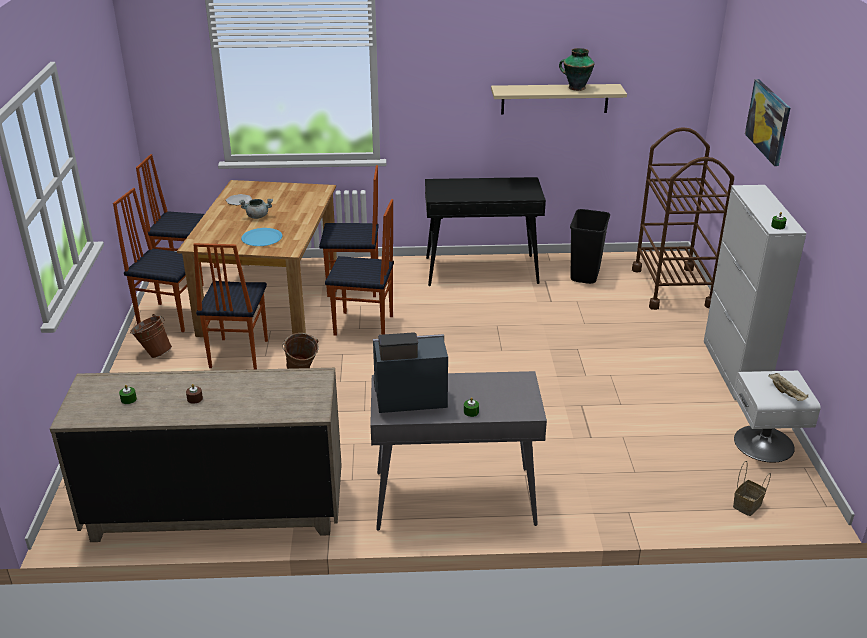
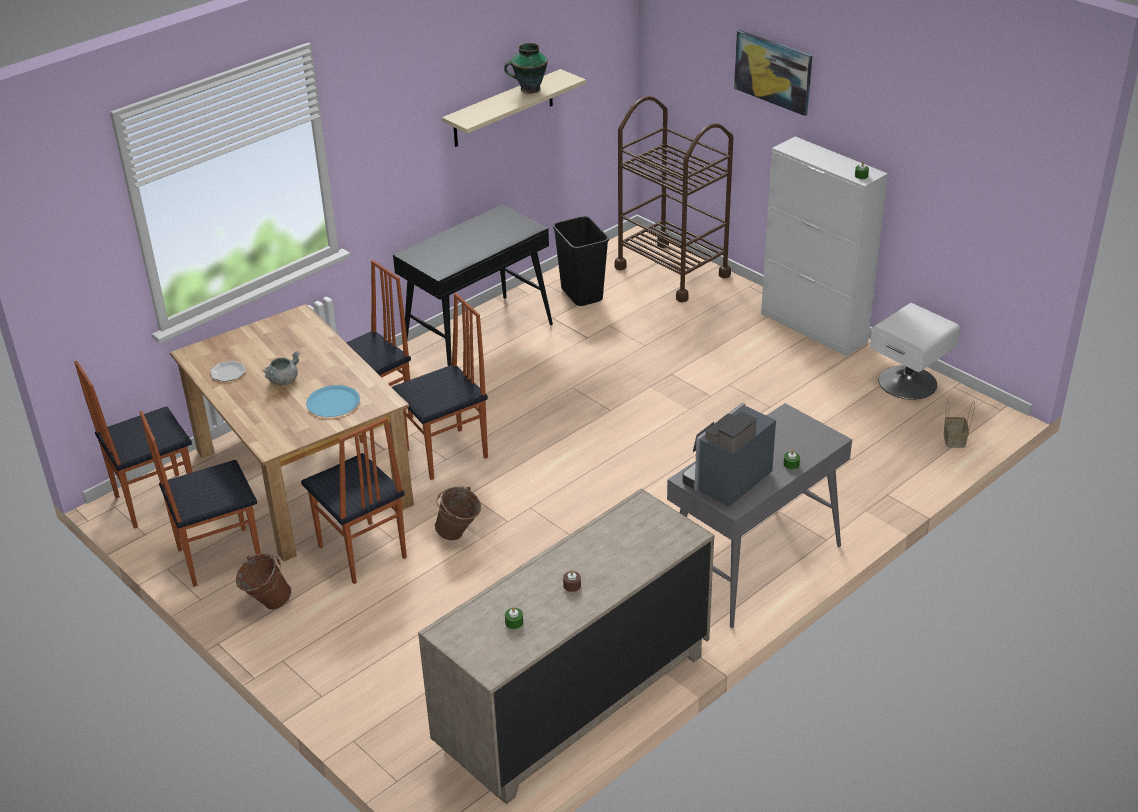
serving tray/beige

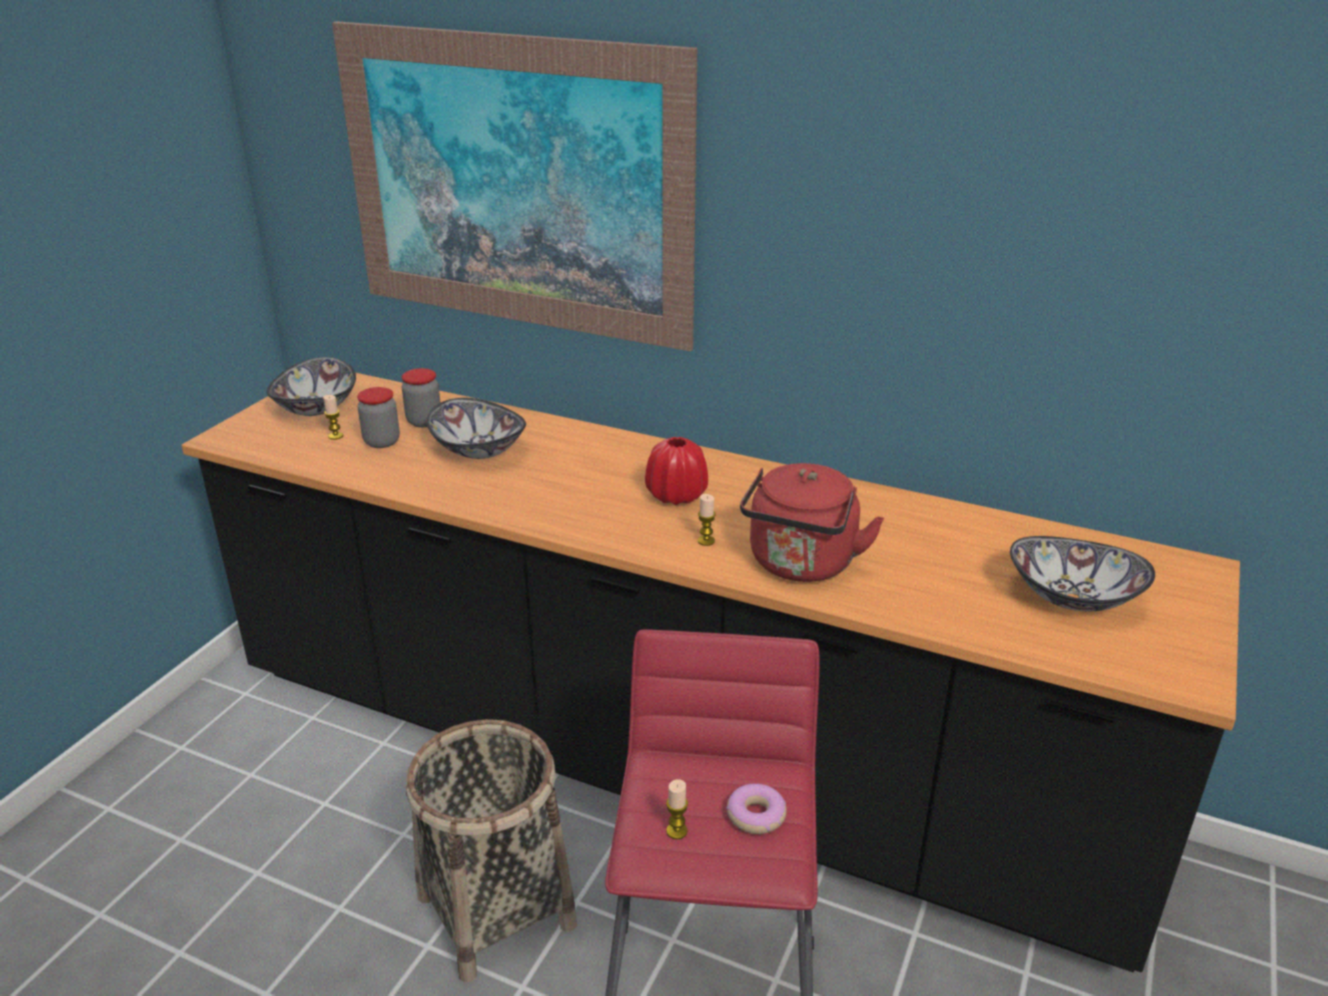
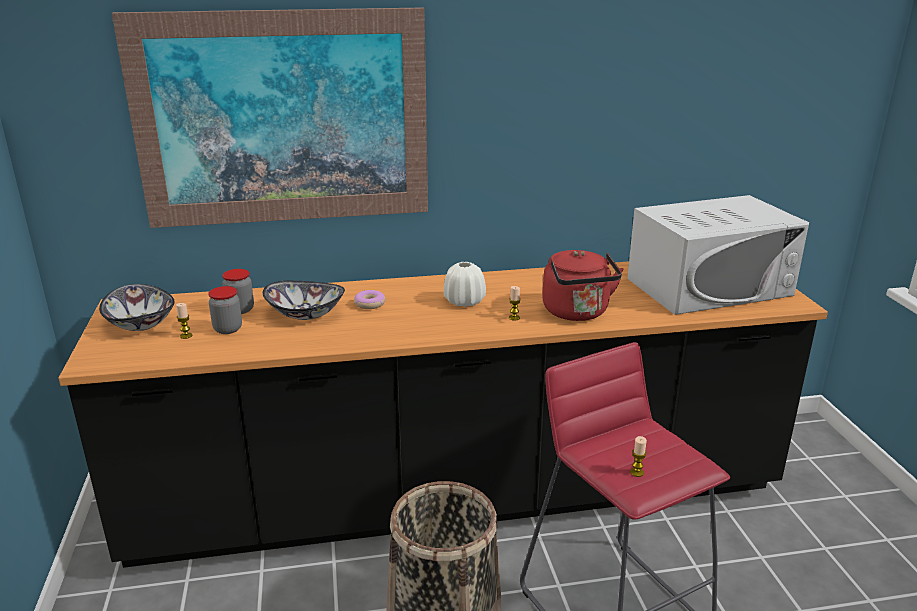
flower vase/white-coloured
microwave/white-coloured
doughnut

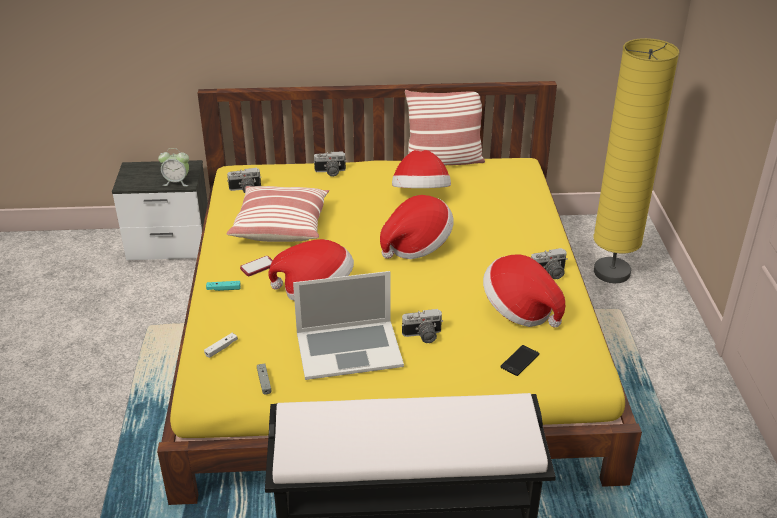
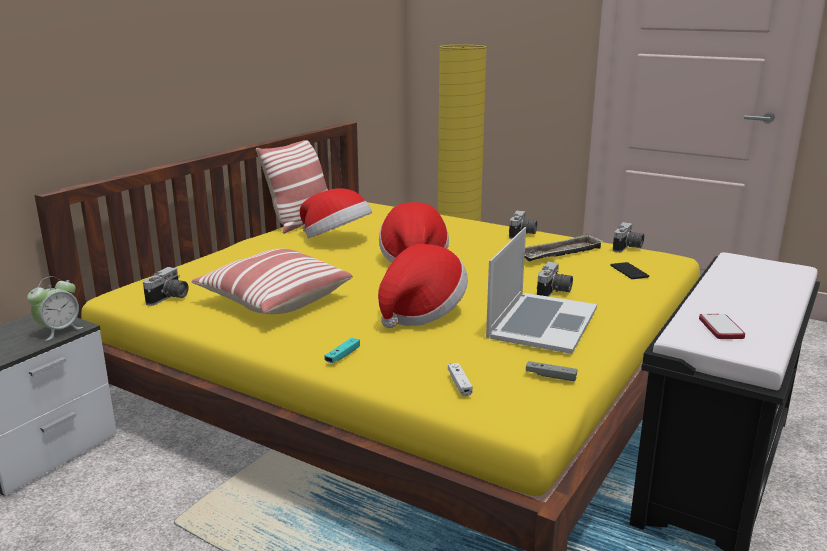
photo camera (4th from left)
serving tray
telephone (2nd from left)

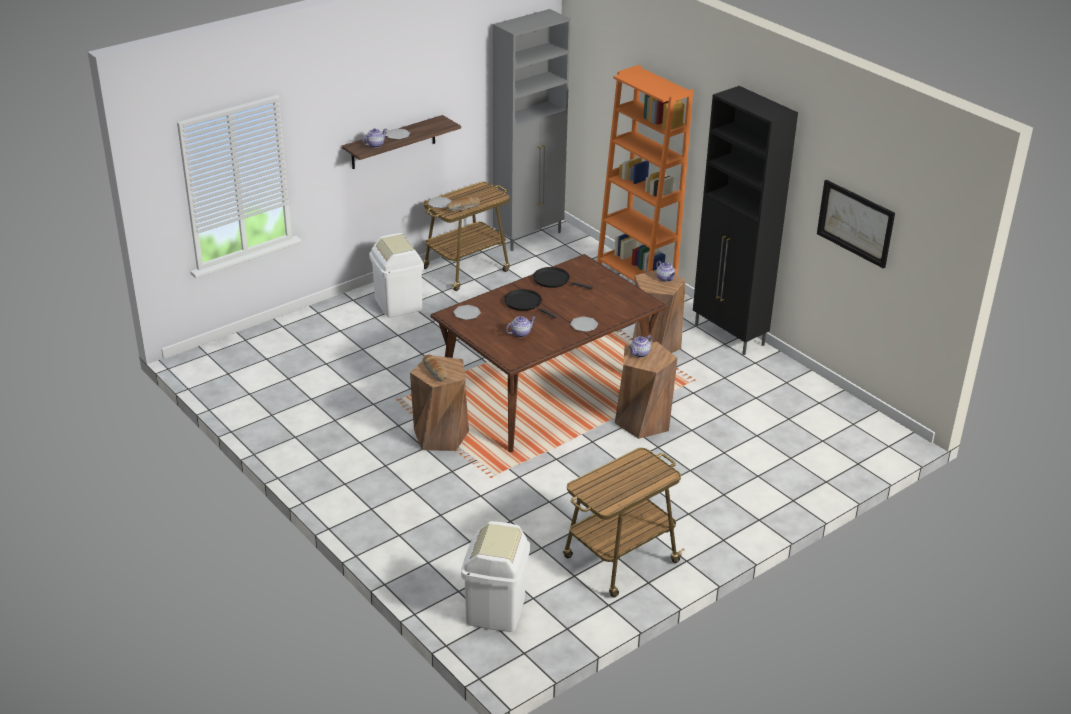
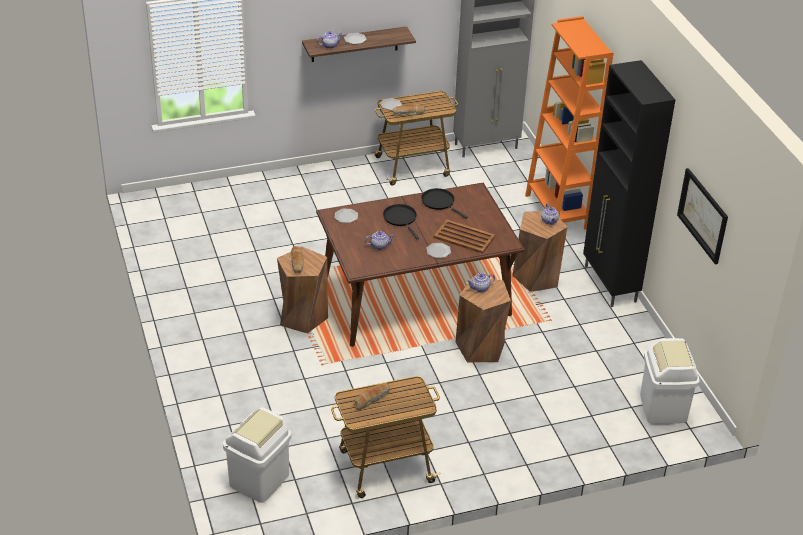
trash can/white-coloured (2nd from left)
serving tray/brown
bakery bread (2nd from left)

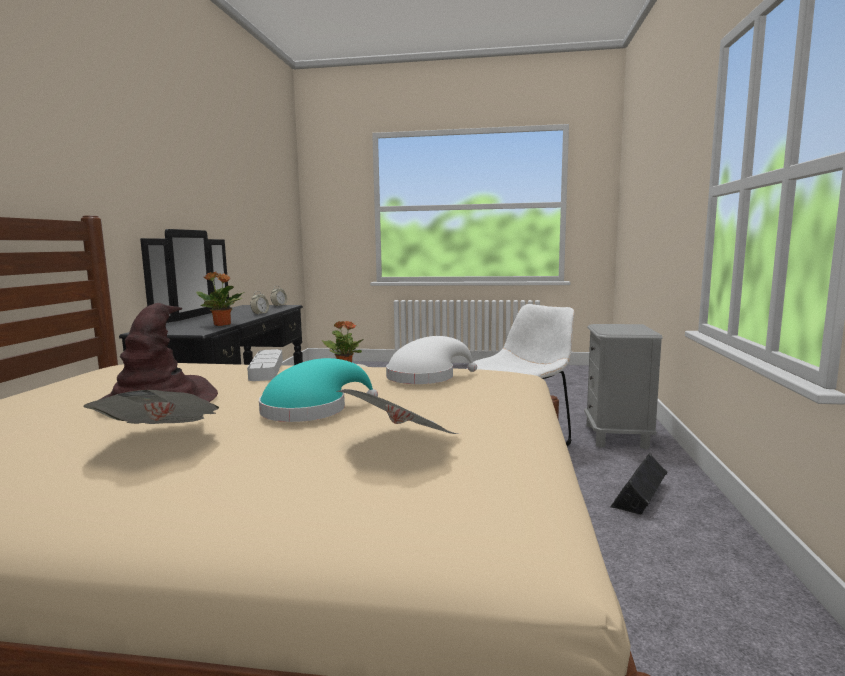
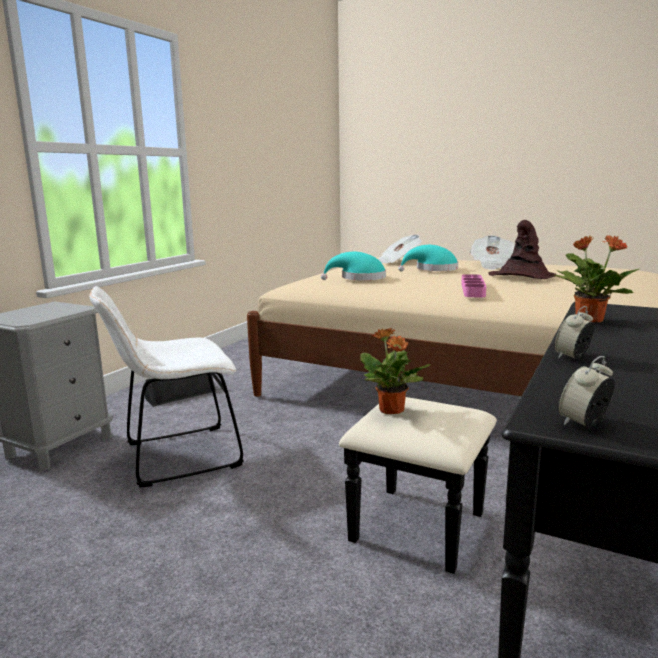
clothing hat/turquoise-coloured (1st from left)
serving tray/pinkish

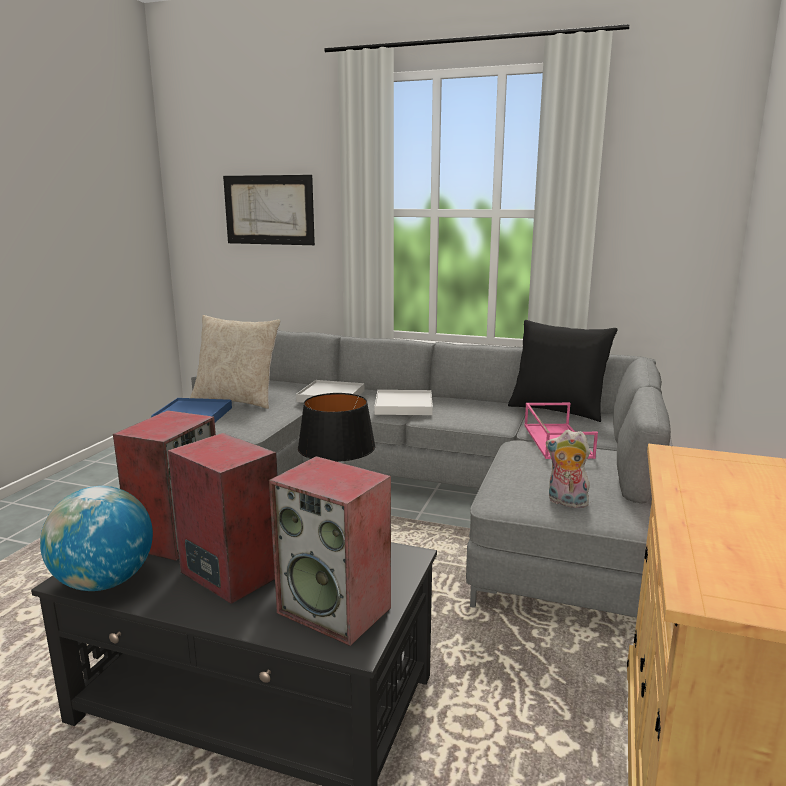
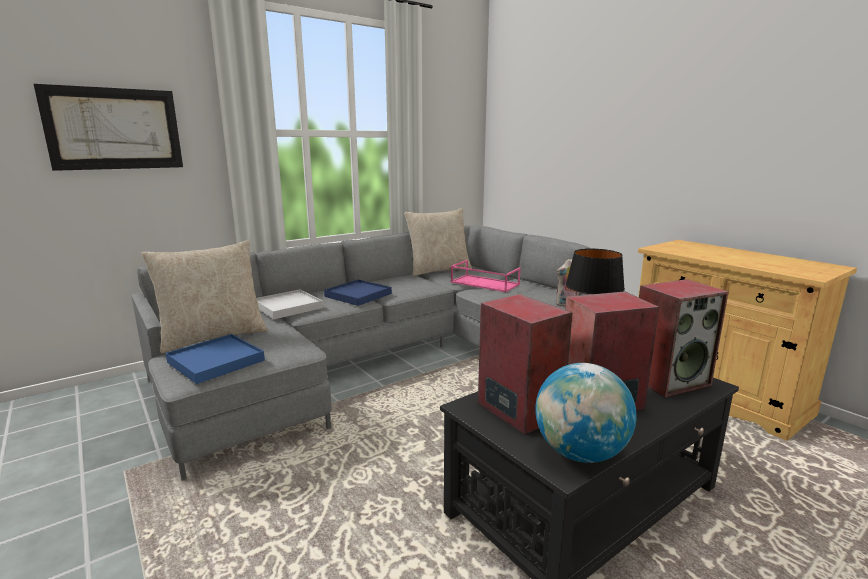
cushion/beige (2nd from left)
serving tray/bluish (2nd from left)

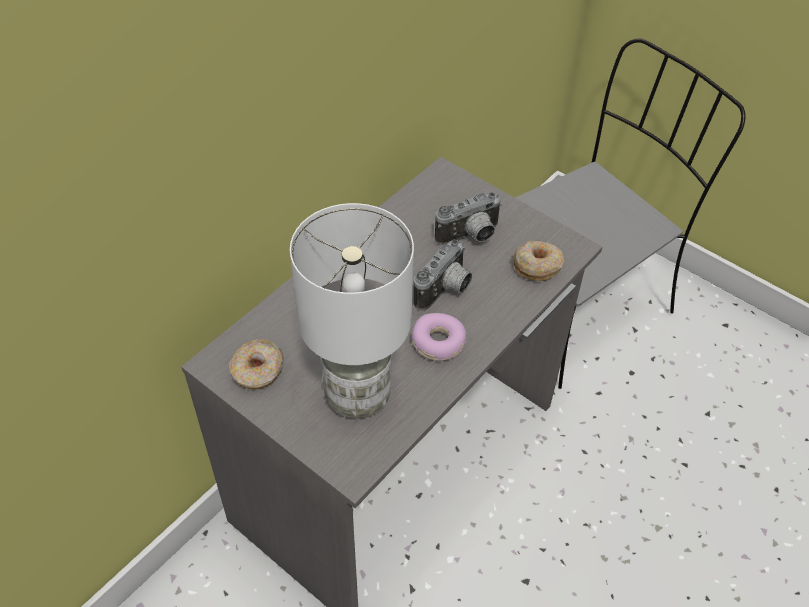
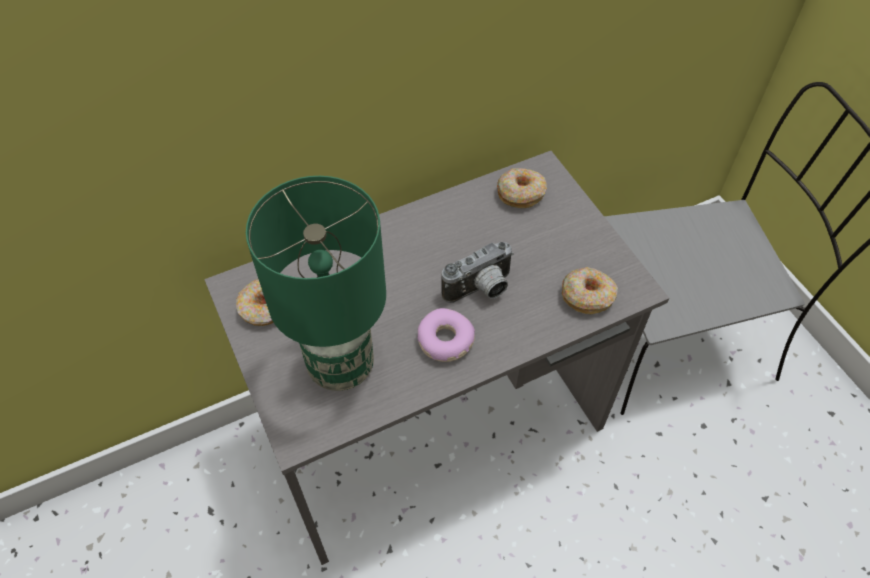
photo camera (2nd from left in the first image)
table lamp/greenish
doughnut (3rd from left)

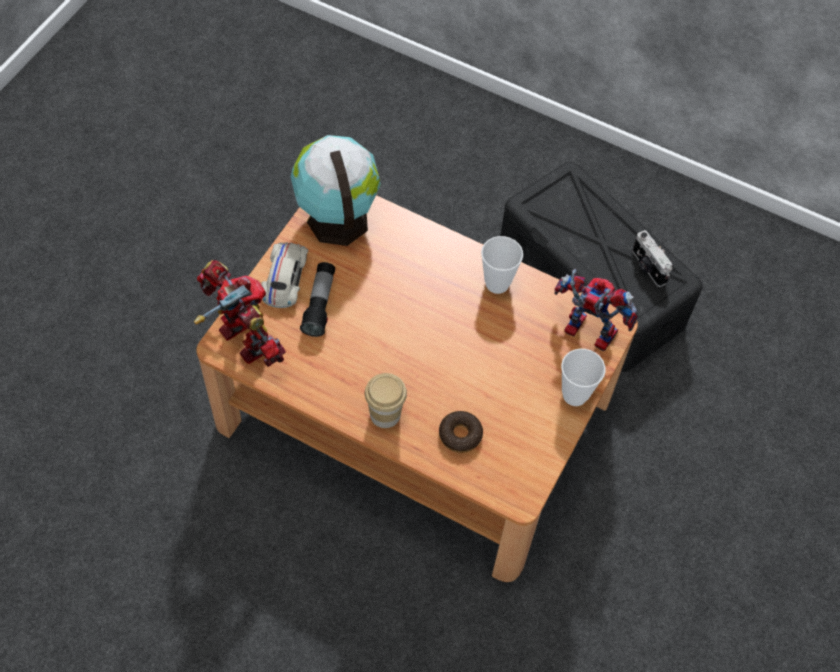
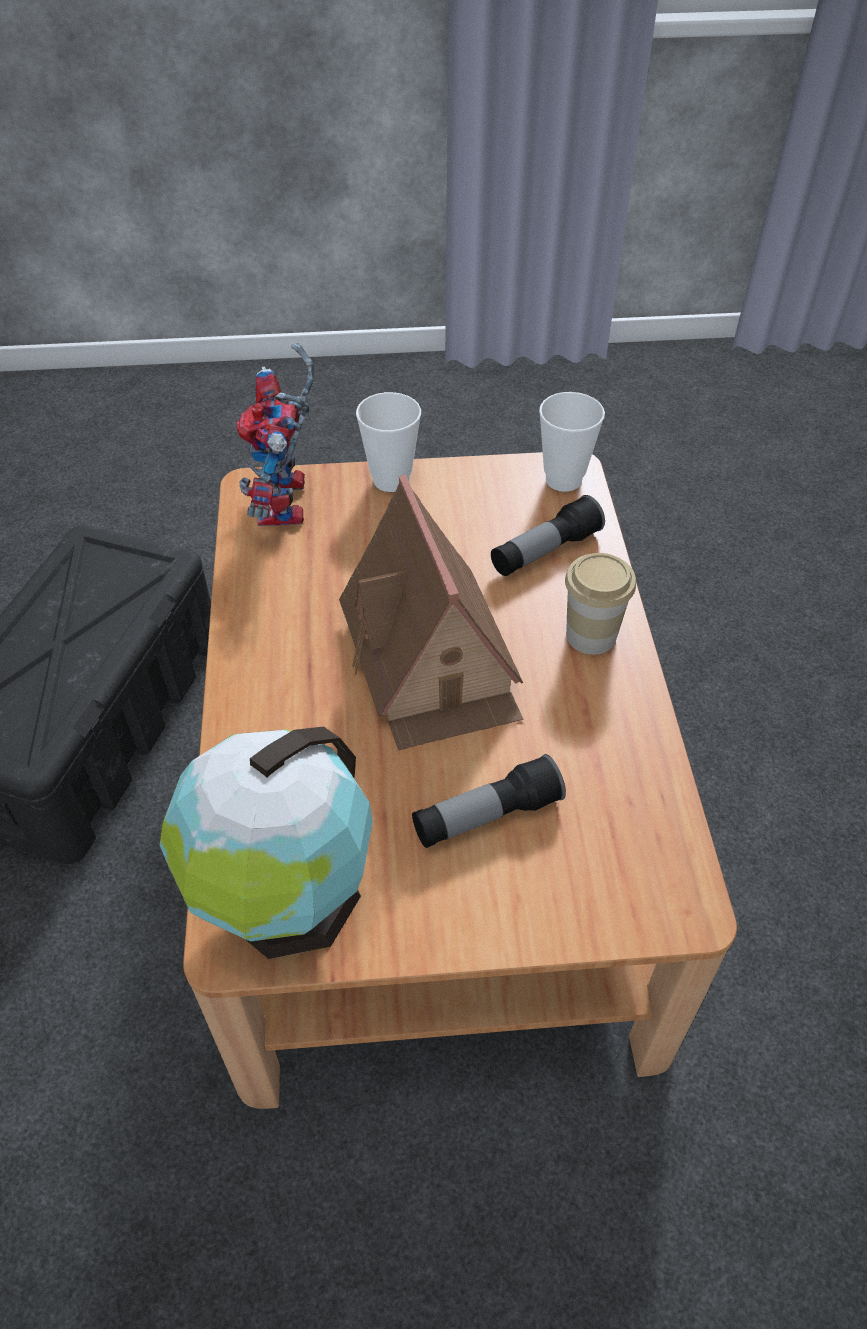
photo camera
drinking cup (2nd from left)
model car/white-coloured
robot figure (1st from left in the first image)
torch (2nd from left)
miniature house

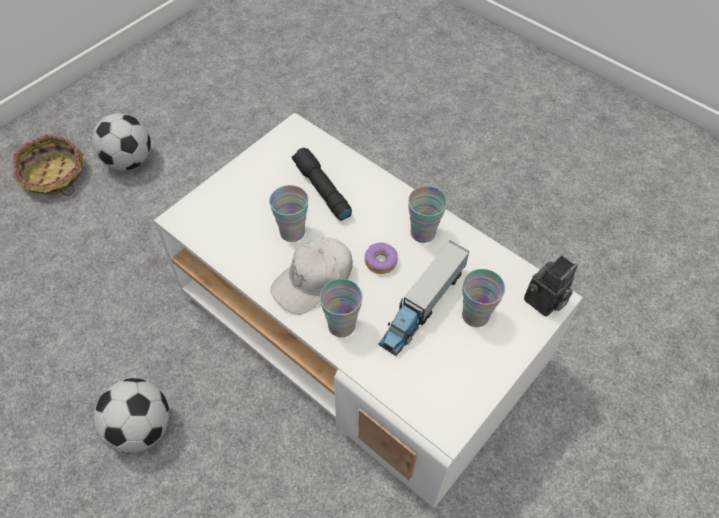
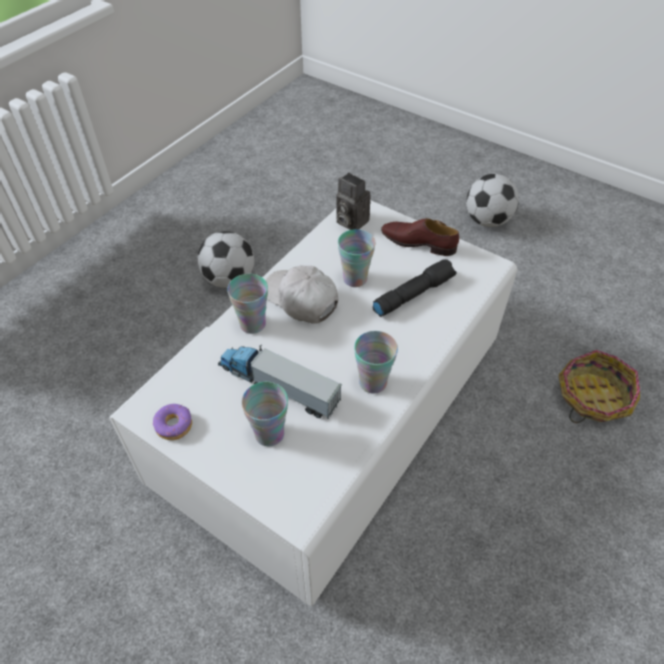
household basket
doughnut
photo camera
low shoe/brown

